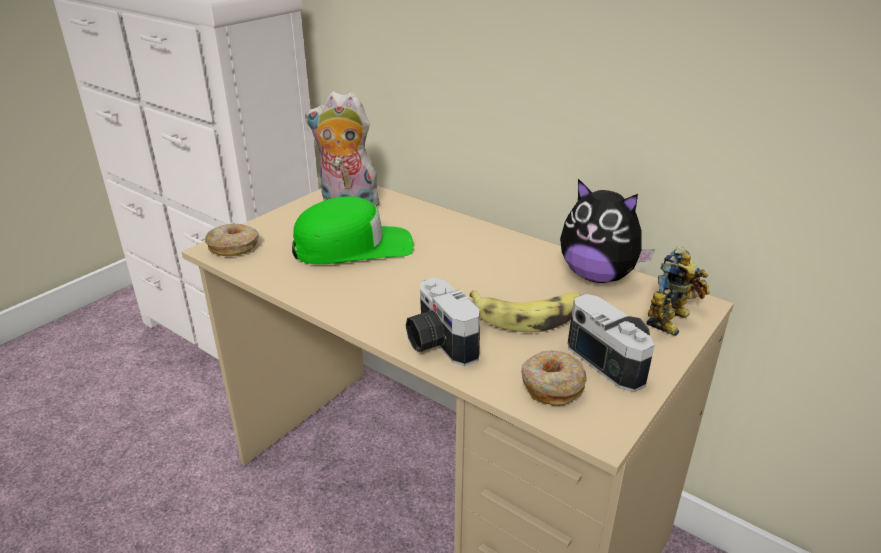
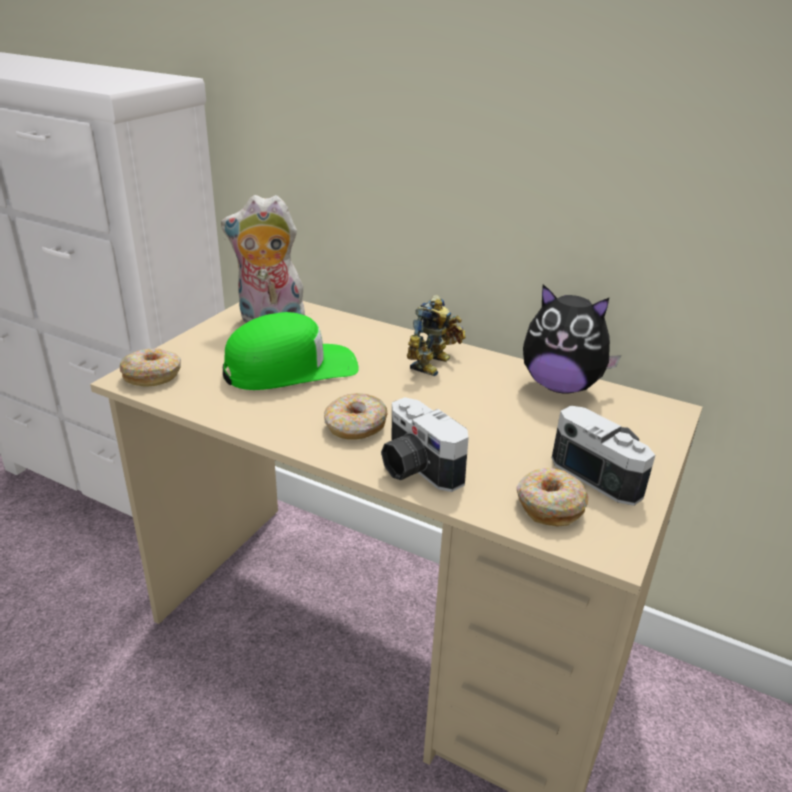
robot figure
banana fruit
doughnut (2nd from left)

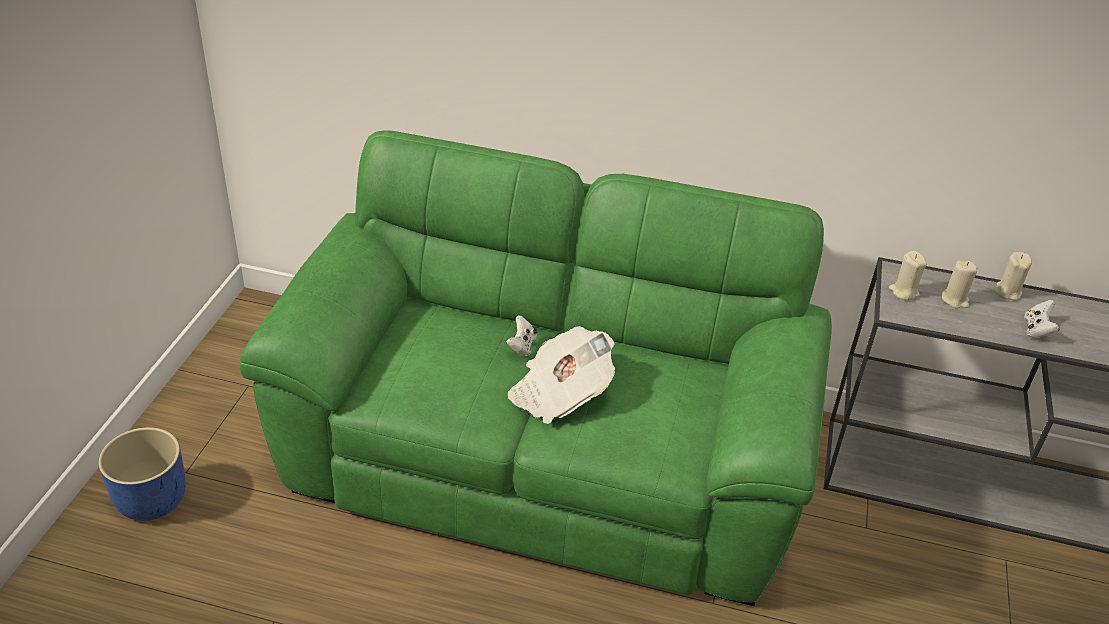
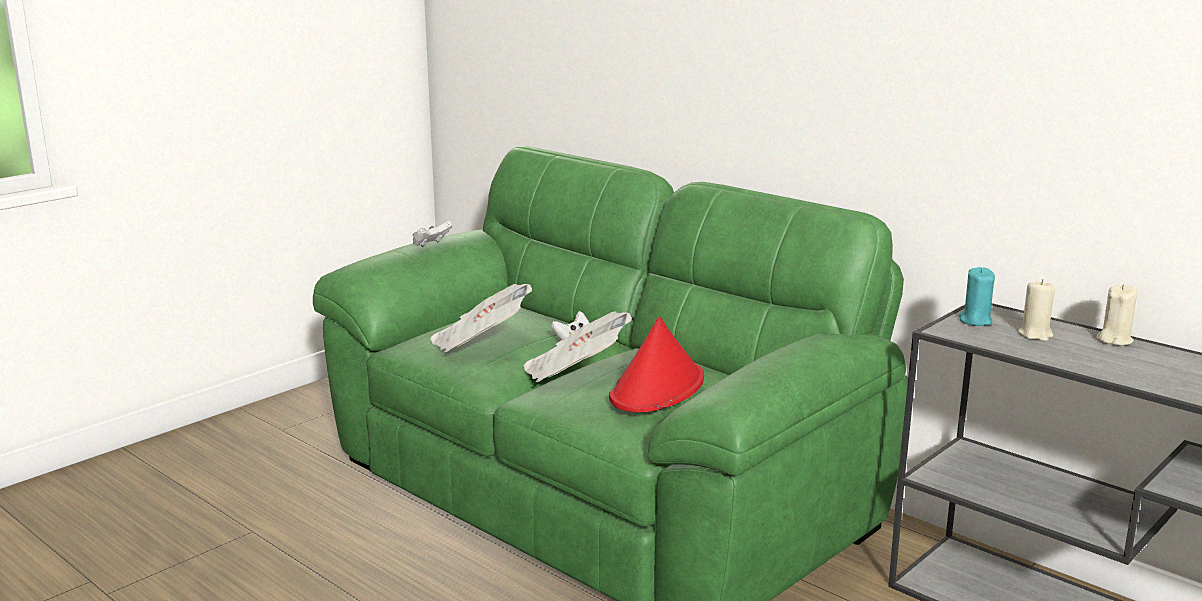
wax light/turquoise-coloured
joypad/white-coloured (1st from left)
plant pot/bluish
newspaper (1st from left)
clothing hat/red

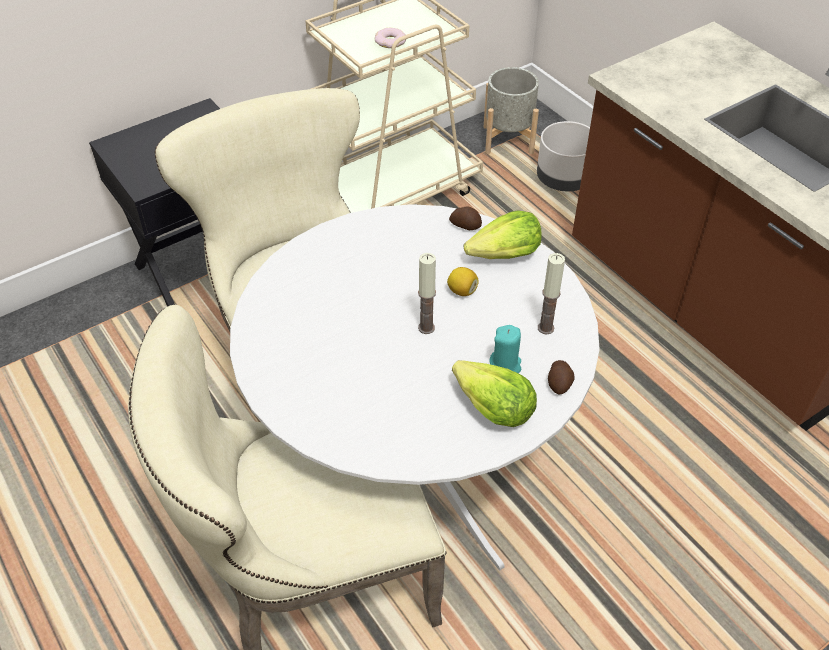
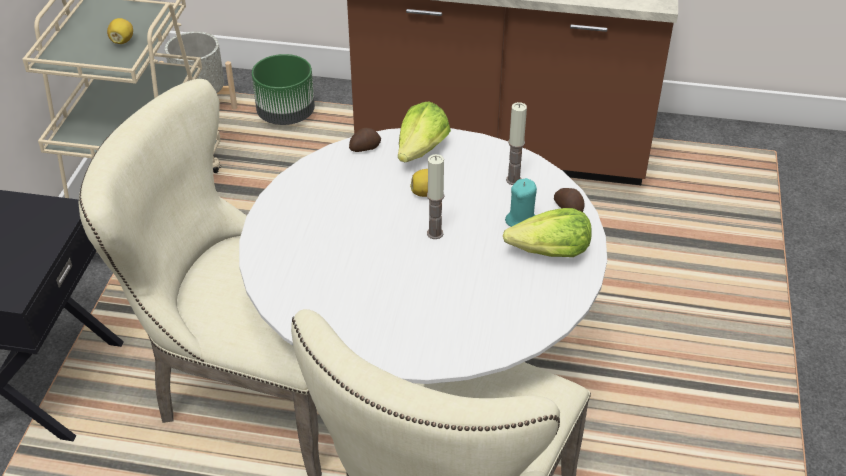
lemon (1st from left)
plant pot/greenish

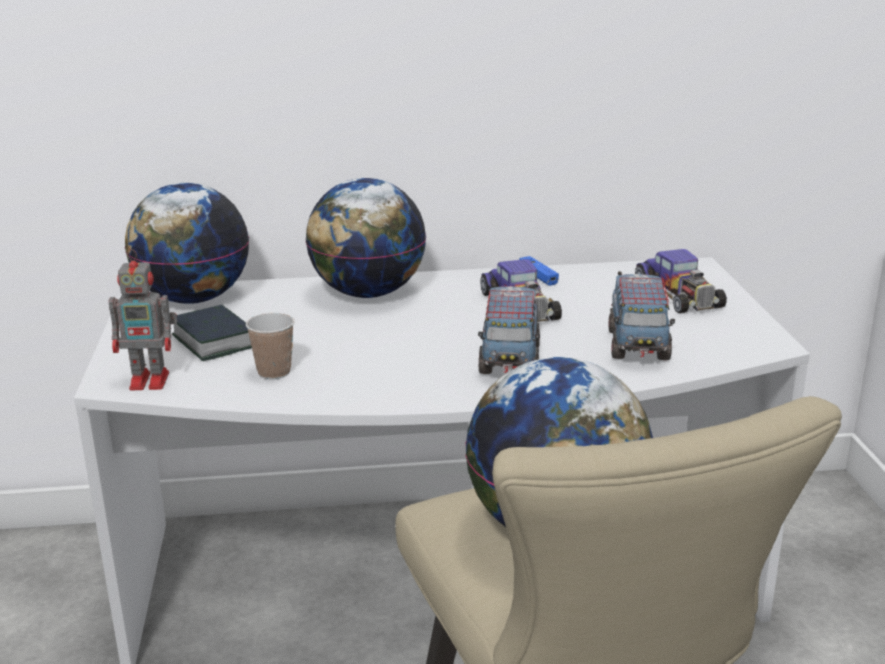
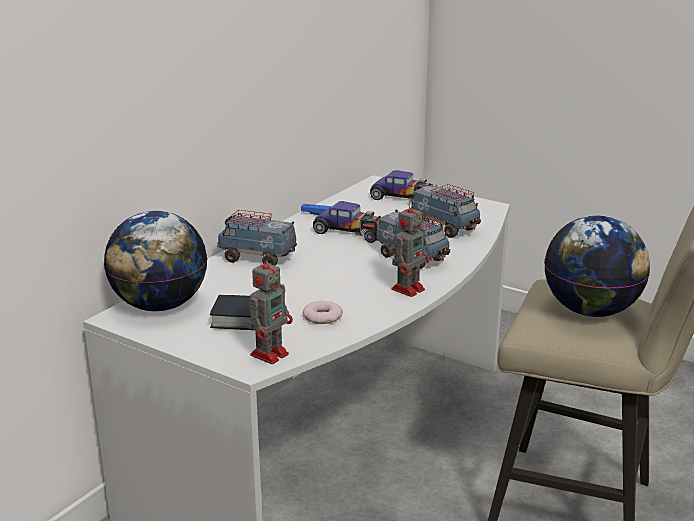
toy truck (1st from left)
doughnut
robot figure (2nd from left)

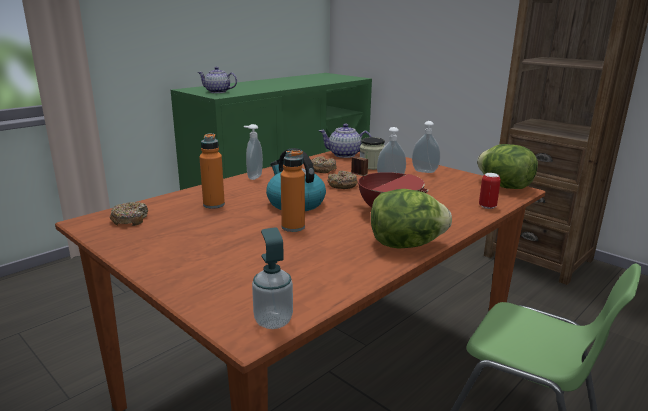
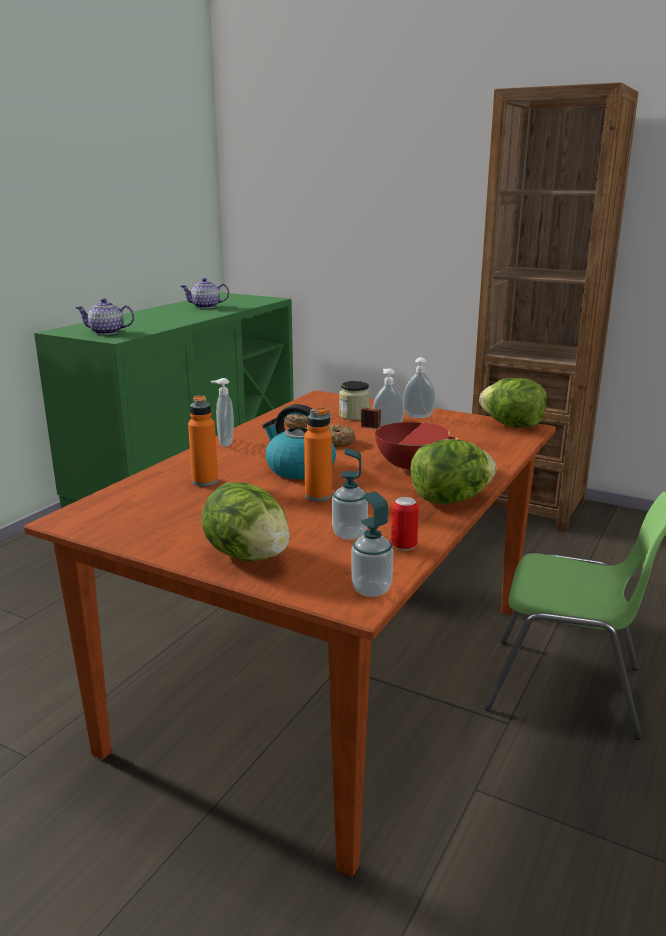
teapot (2nd from left)
sealed can
doughnut (1st from left in the first image)
soap dispenser (2nd from left)
lettuce head (1st from left)

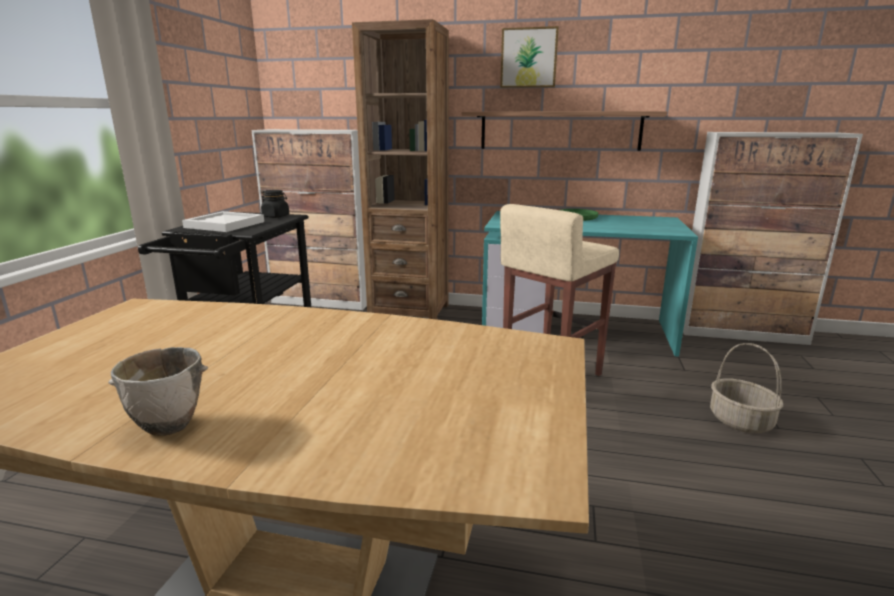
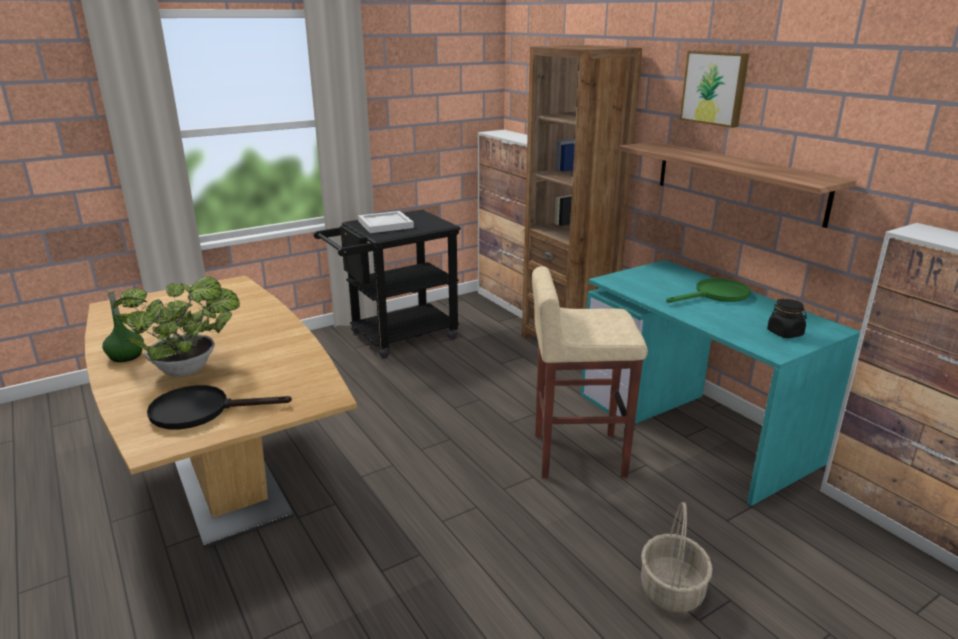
jar/blackish
bottle/greenish
potted plant
frying pan/blackish

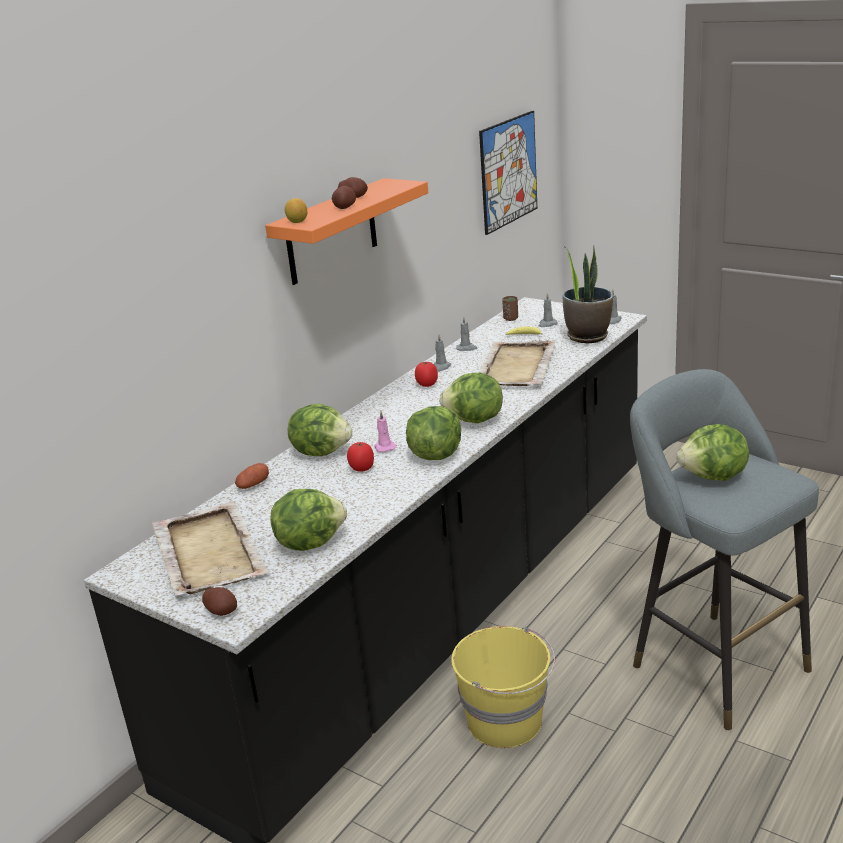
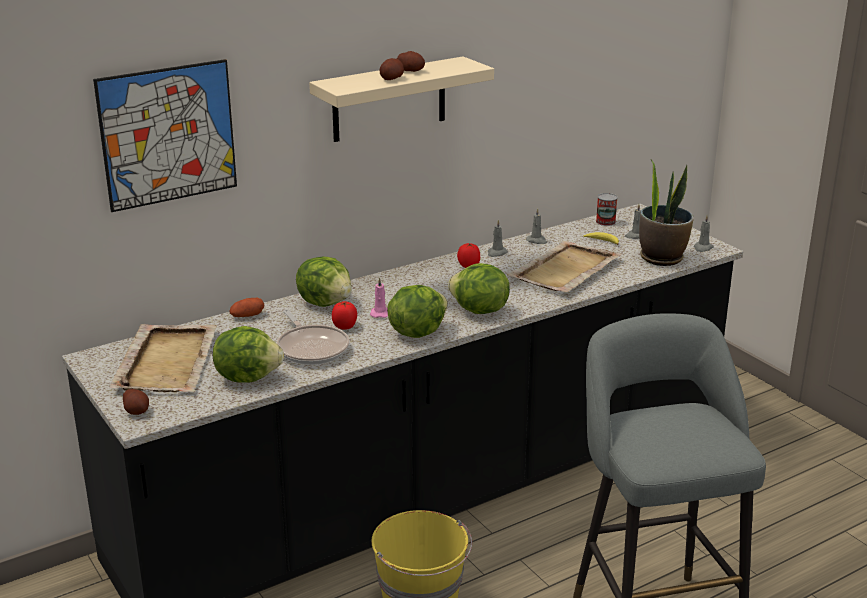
wall picture
bracket shelf/beige
lemon
sealed can
lettuce head (5th from left in the first image)
frying pan

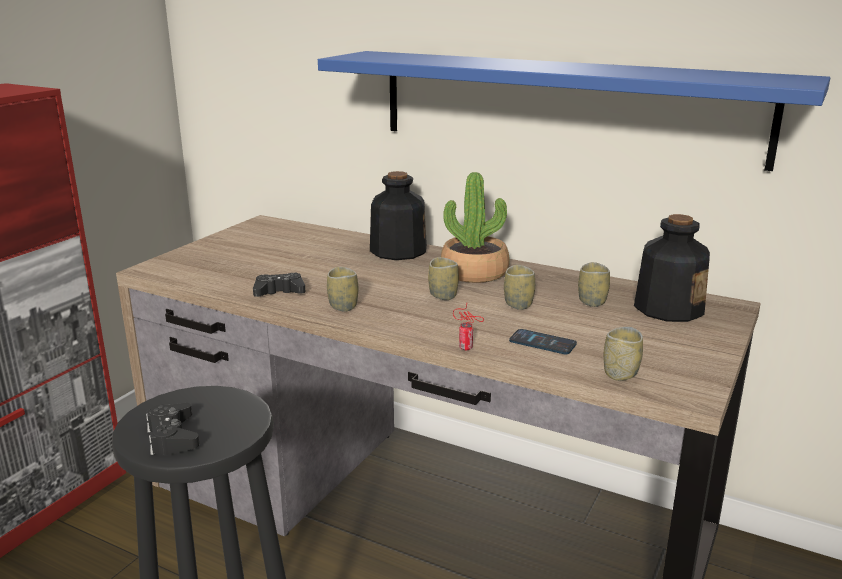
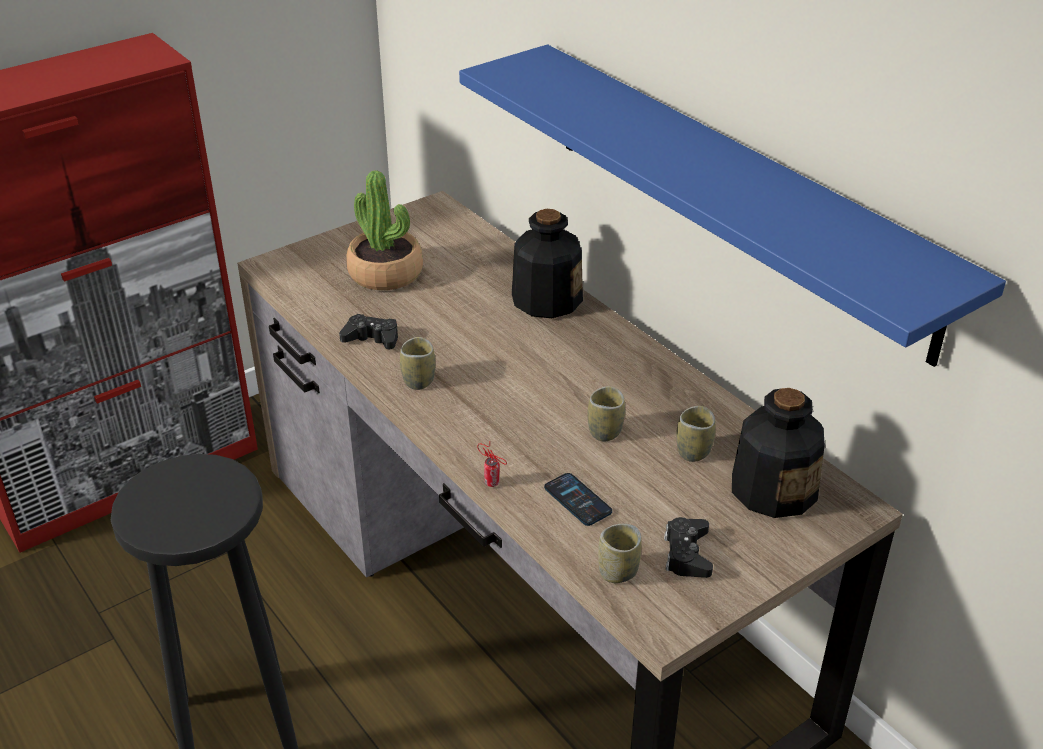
potted plant
drinking cup (2nd from left in the first image)
joypad/blackish (2nd from left)

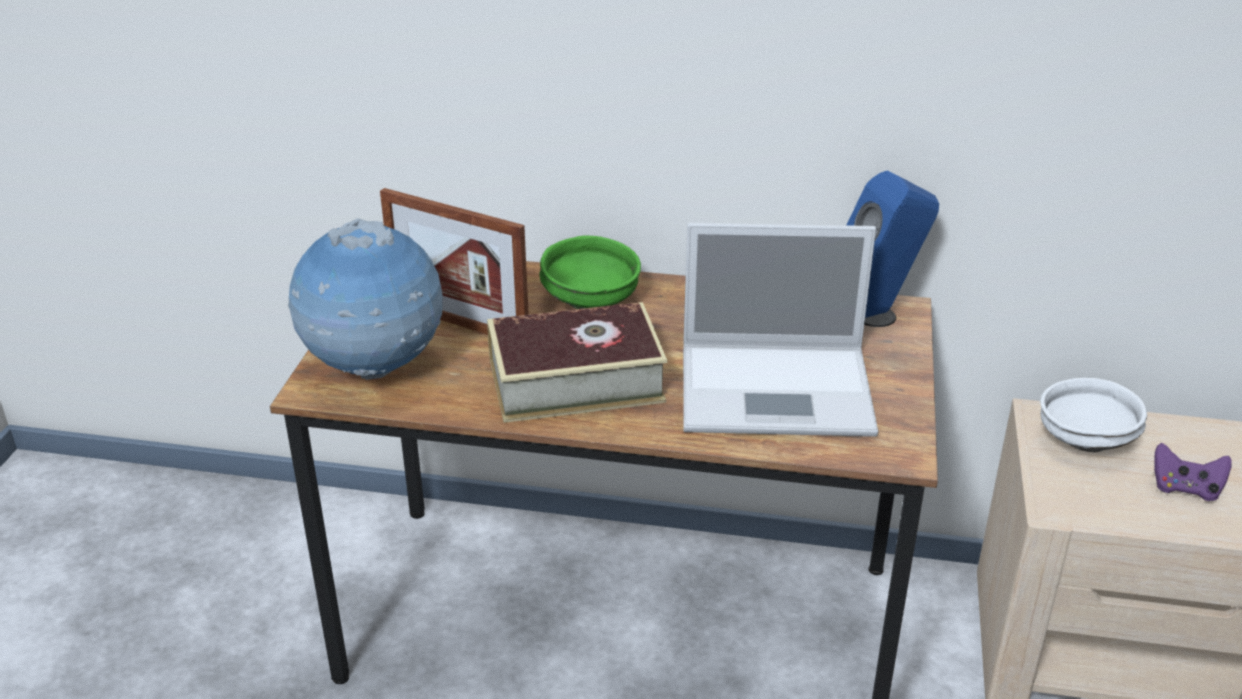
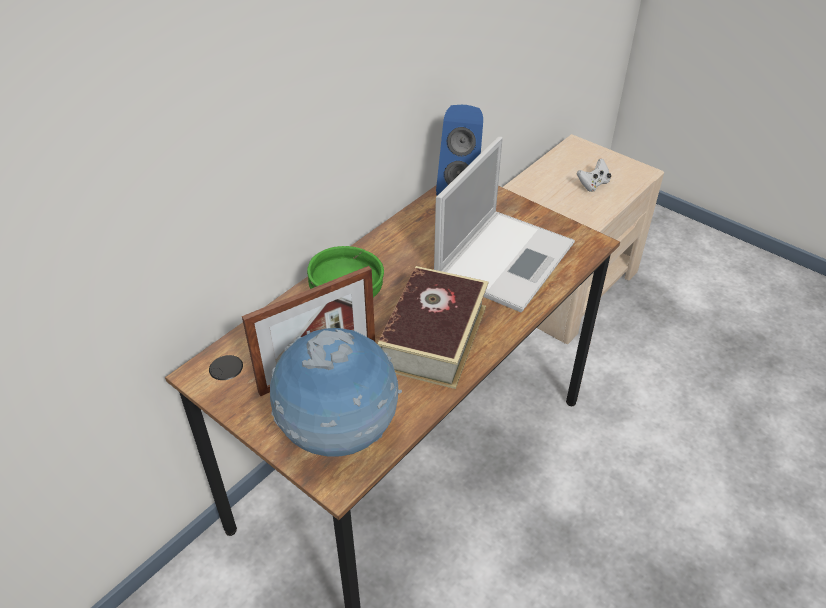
deep dish/white-coloured
joypad/white-coloured

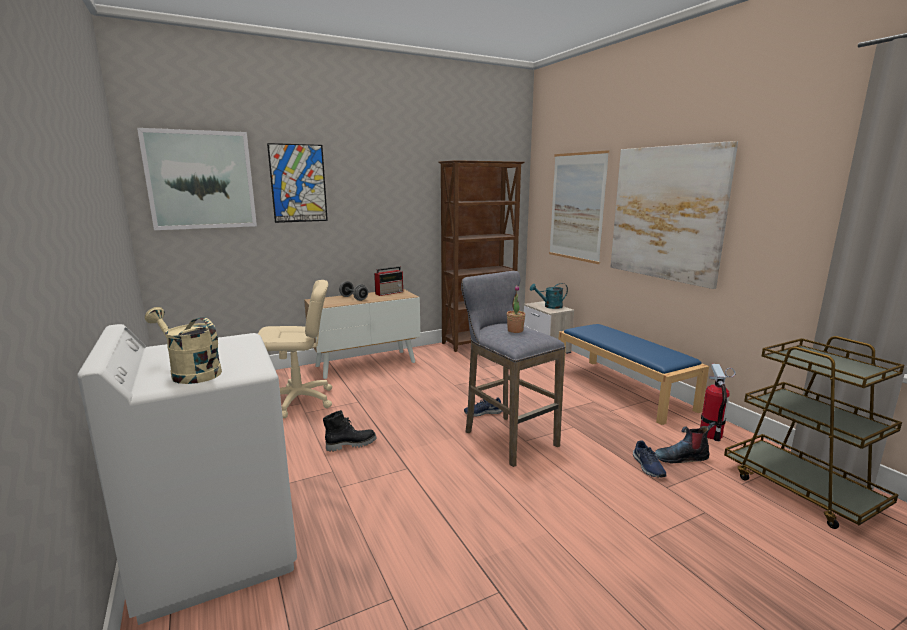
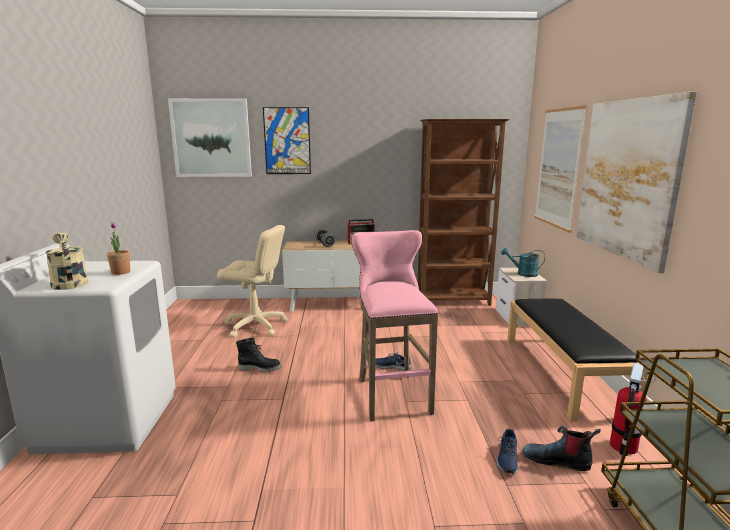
sitting stool/pinkish
potted plant
bench/blackish

